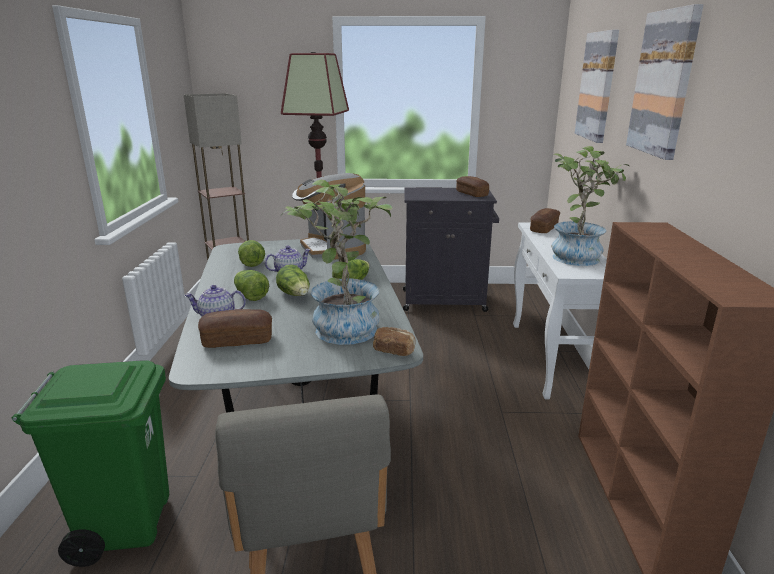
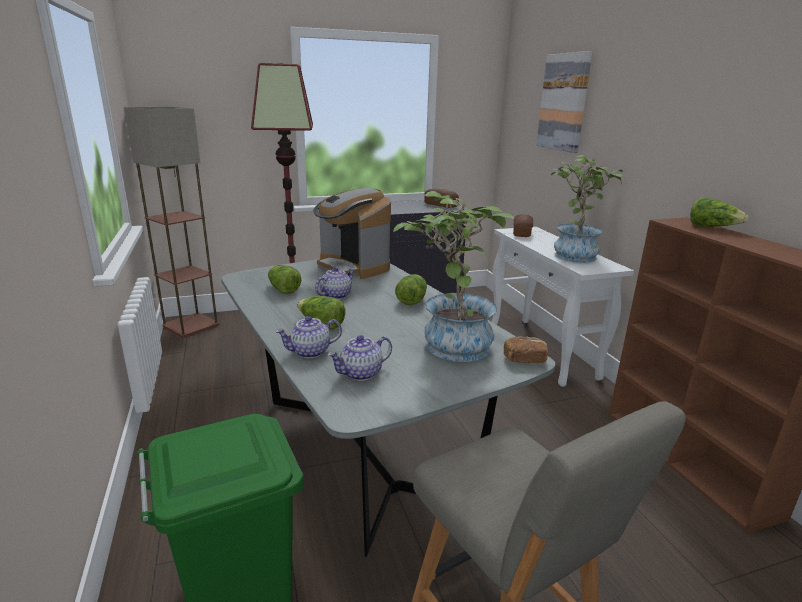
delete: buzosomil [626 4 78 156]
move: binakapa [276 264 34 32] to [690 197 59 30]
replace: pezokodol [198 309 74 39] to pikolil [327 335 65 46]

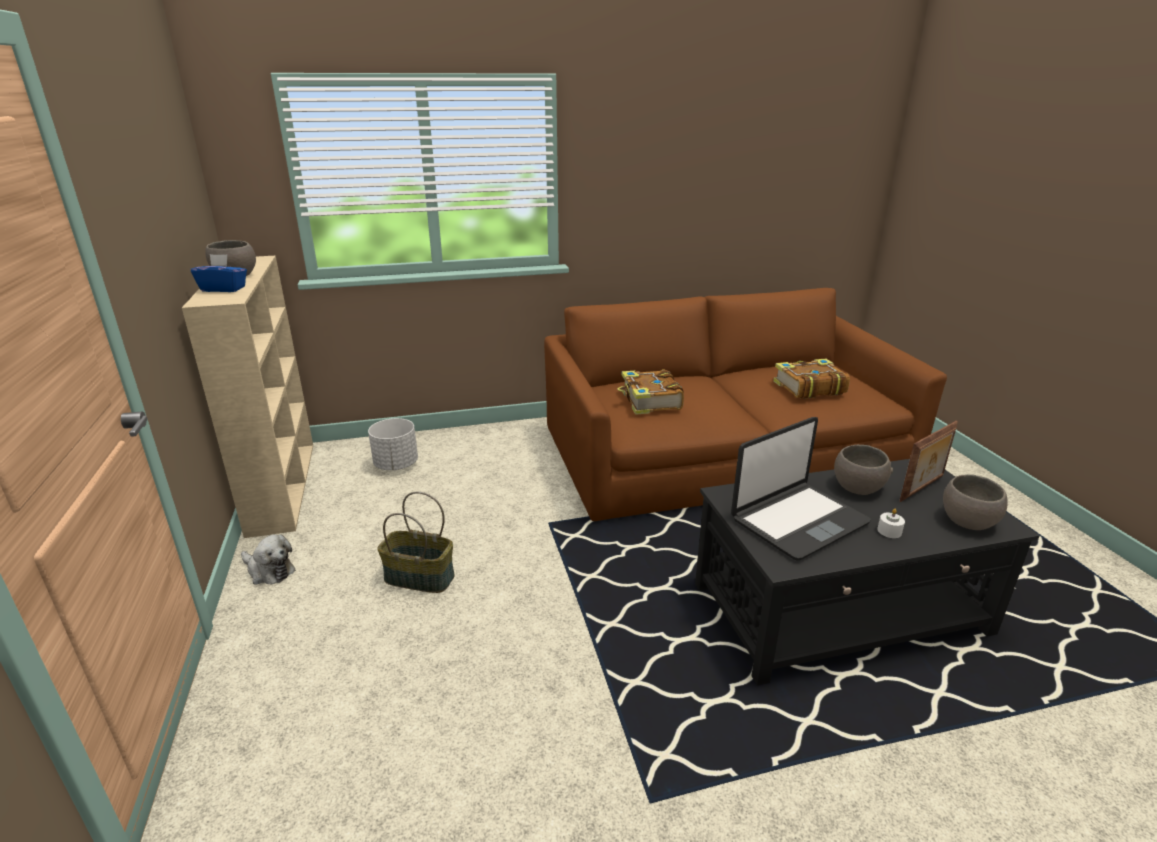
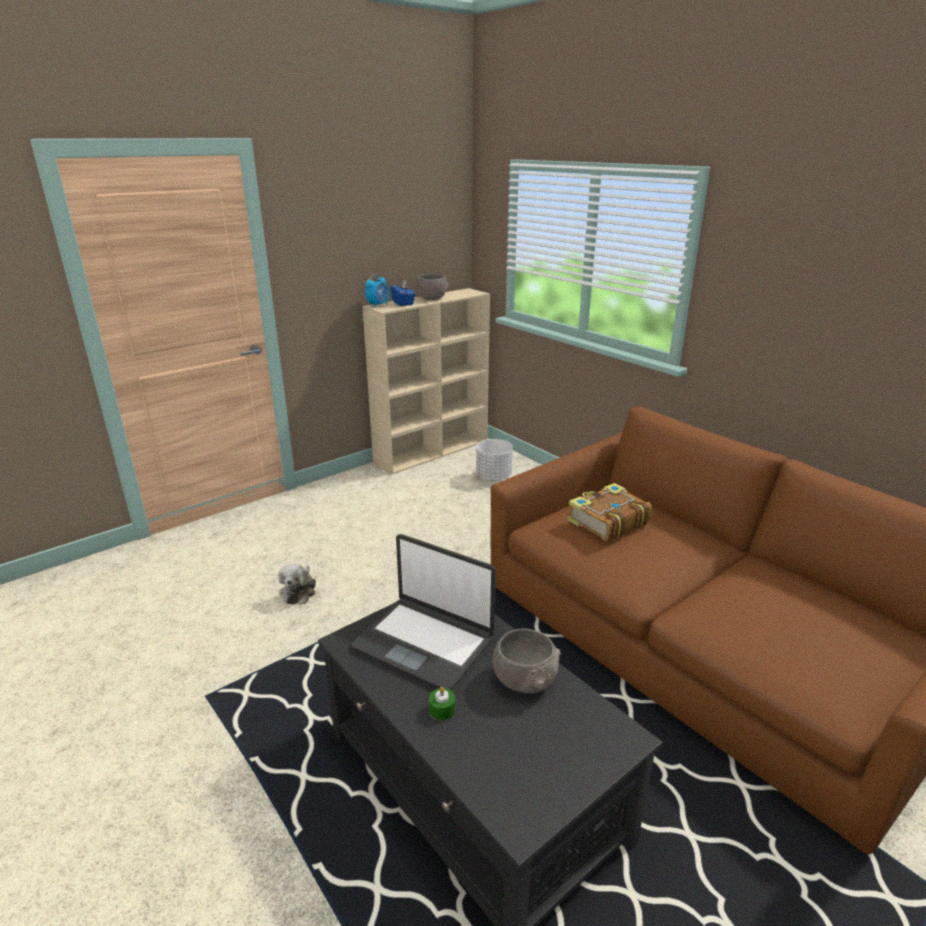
delete: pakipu [377 492 78 101]; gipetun [773 359 77 40]; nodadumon [899 421 59 81]; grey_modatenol [943 474 65 56]
insert: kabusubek [365 274 24 34]
move: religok [241 534 55 51] to [279 564 37 40]
recolor: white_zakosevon [877 509 28 29] to green_zakosevon [429 687 26 34]

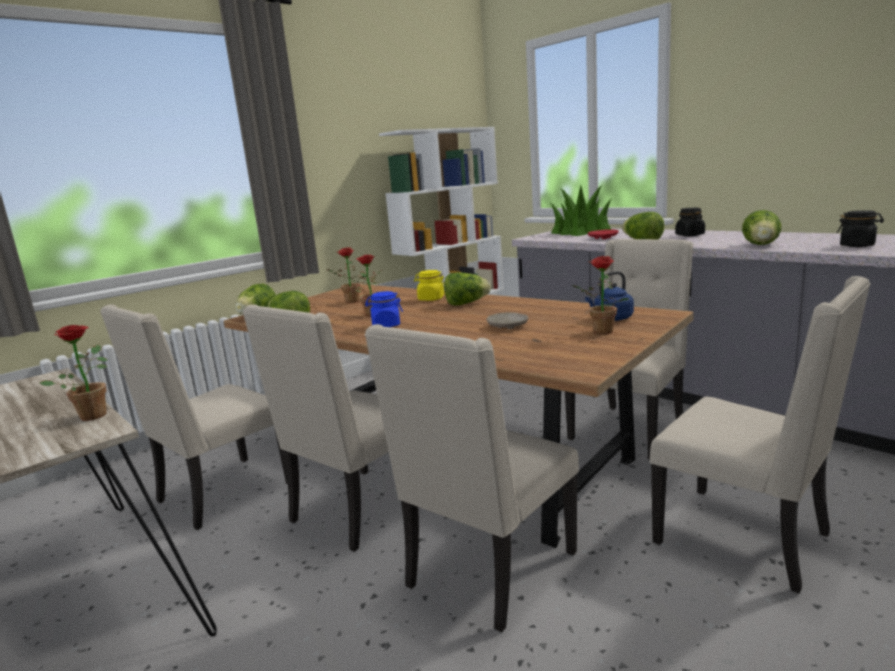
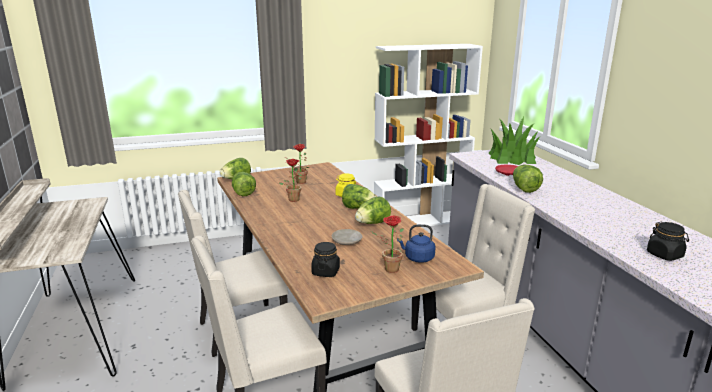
delete: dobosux [40 325 68 96]; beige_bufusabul [100 304 188 226]; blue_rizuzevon [365 291 38 36]
move: black_rizuzevon [675 208 30 28] to [311 242 29 35]; binakapa [742 210 39 35] to [355 197 36 27]

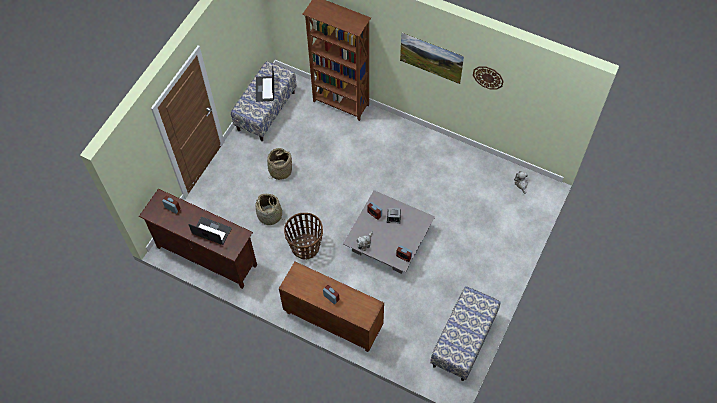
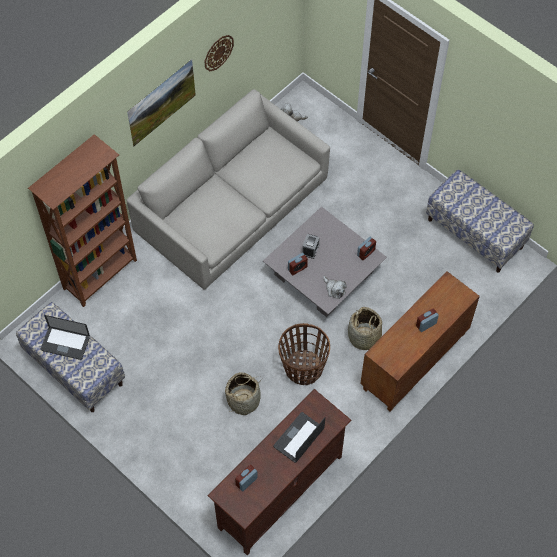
insert: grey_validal [126 89 204 201]
move: pakipu [266 148 26 32] to [348 307 34 43]

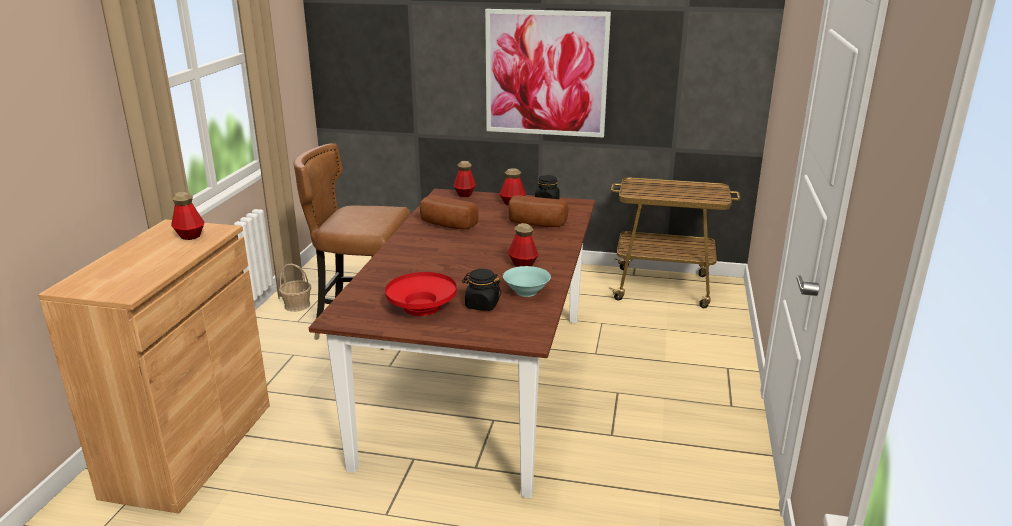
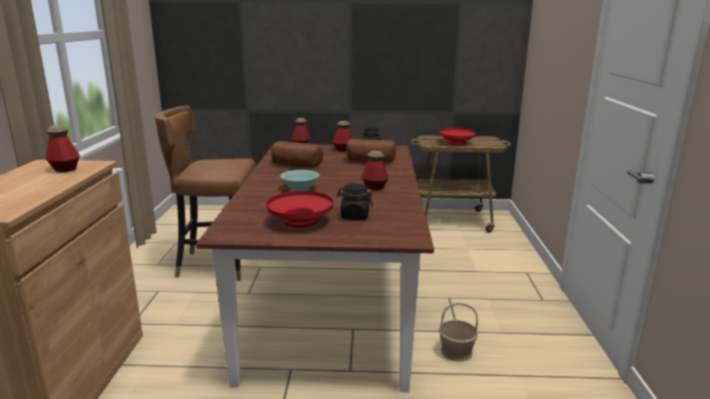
delete: buzosomil [485 9 126 129]
insert: red_modatenol [439 128 37 18]
move: pakipu [279 264 32 48] to [439 302 39 60]; turquoise_modatenol [503 266 48 31] to [280 170 39 21]

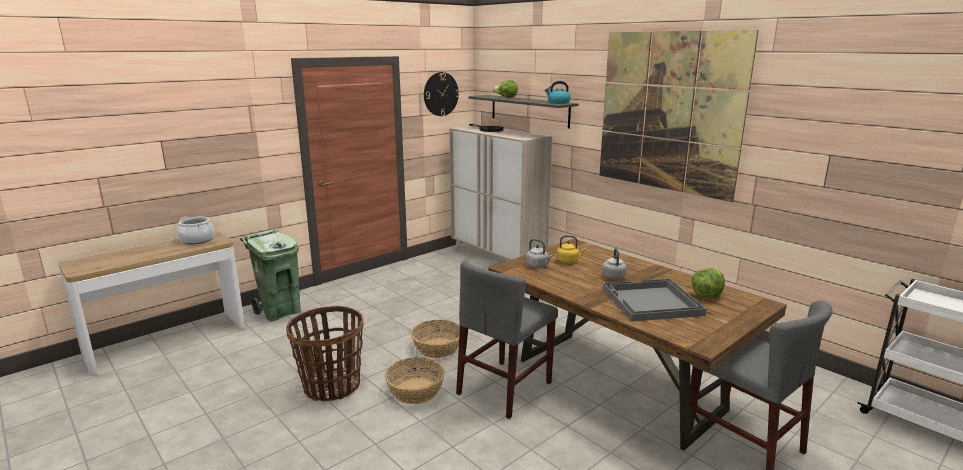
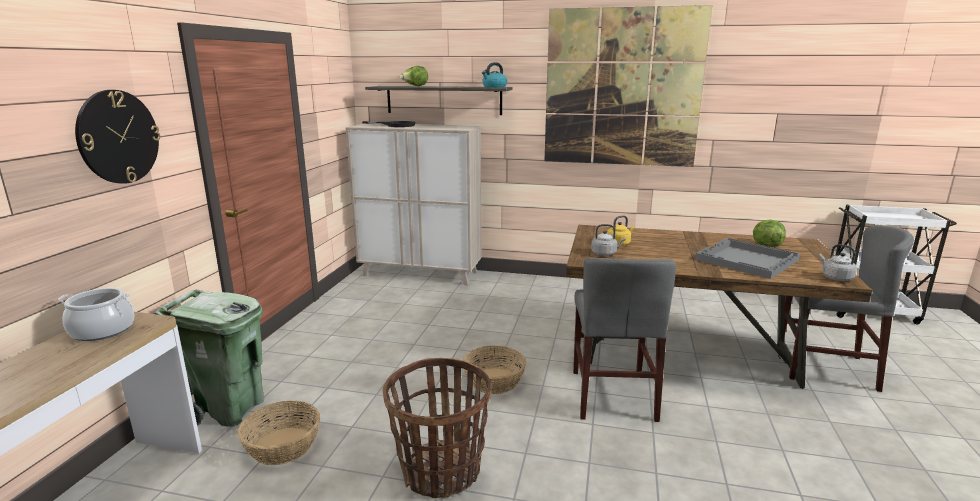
move: pakipu [385 357 60 47] to [238 400 82 65]; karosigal [424 72 35 44] to [75 90 85 94]; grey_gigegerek [602 248 25 32] to [819 244 38 37]

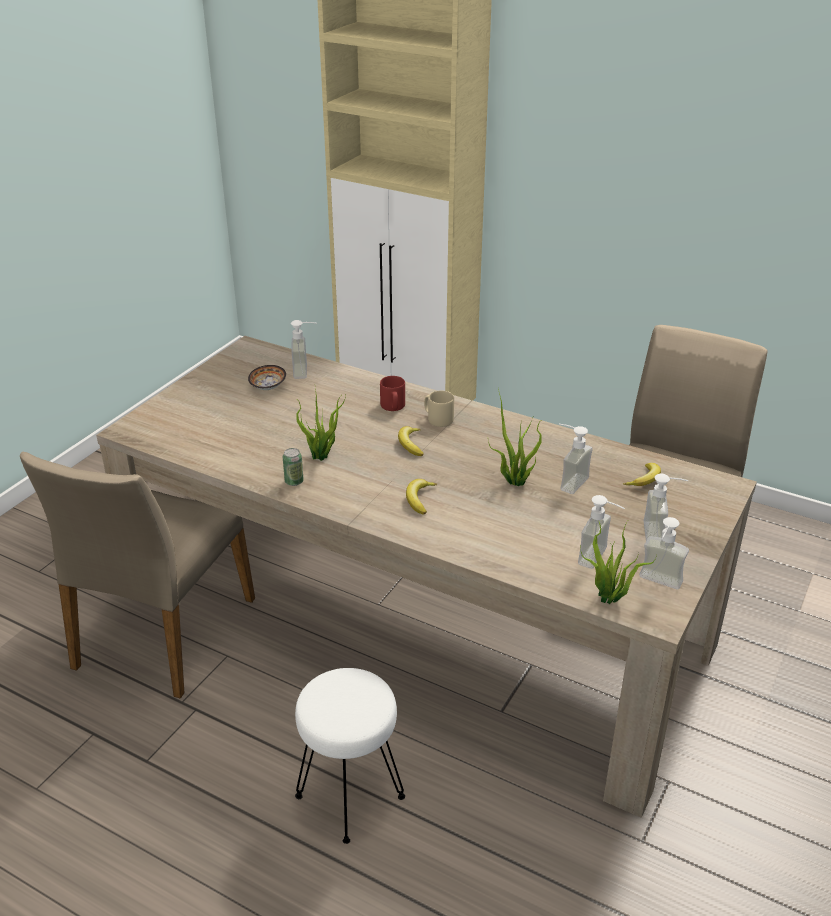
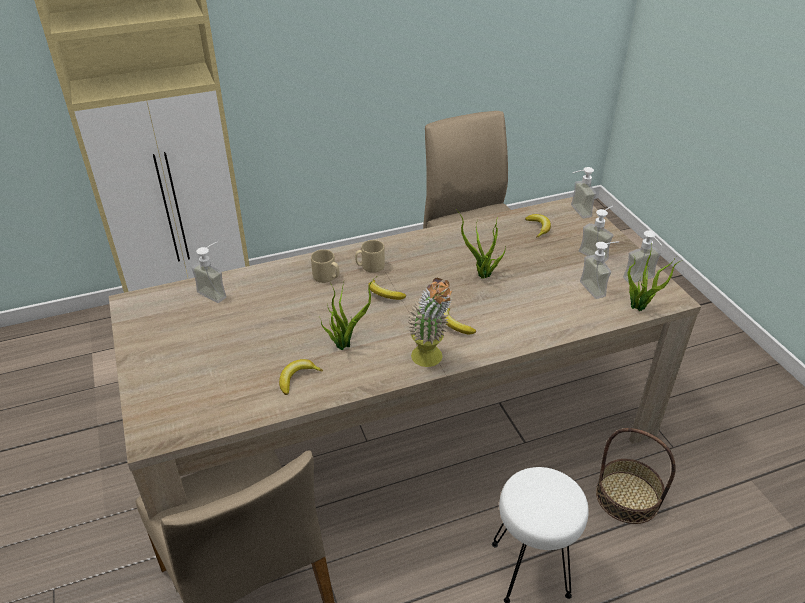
delete: modatenol [248 365 38 25]; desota [283 448 21 38]
insert: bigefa [279 359 44 36]; dobosux [407 278 46 89]; pakipu [596 428 80 96]
move: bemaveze [559 424 34 70] to [571 167 25 51]
recolor: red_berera [380 376 25 35] to beige_berera [311 249 28 34]

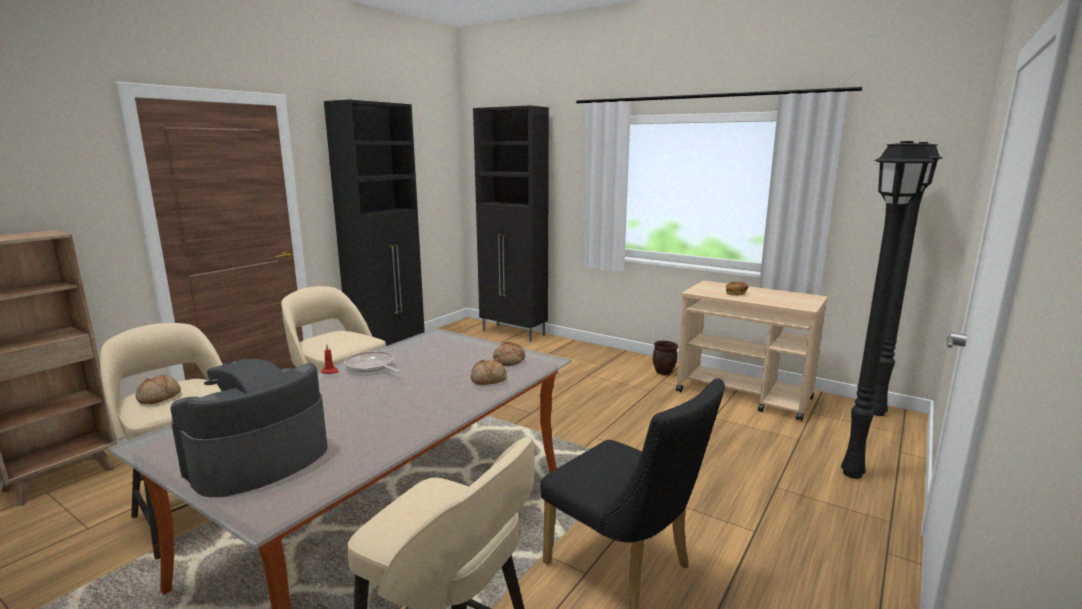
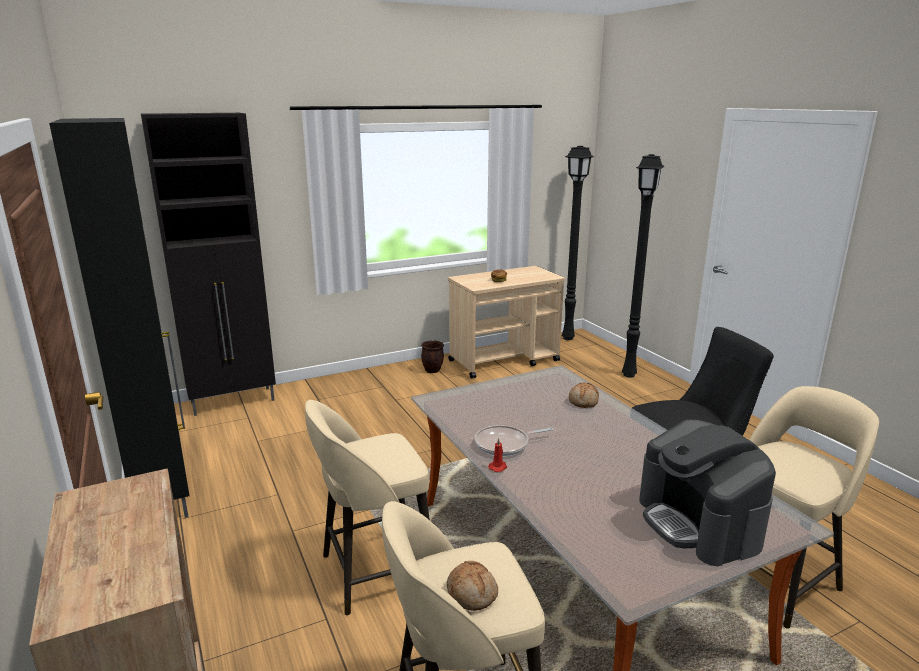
delete: pezokodol [493 342 32 24]

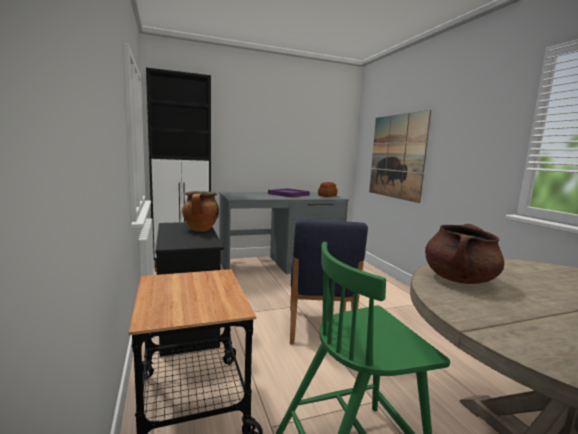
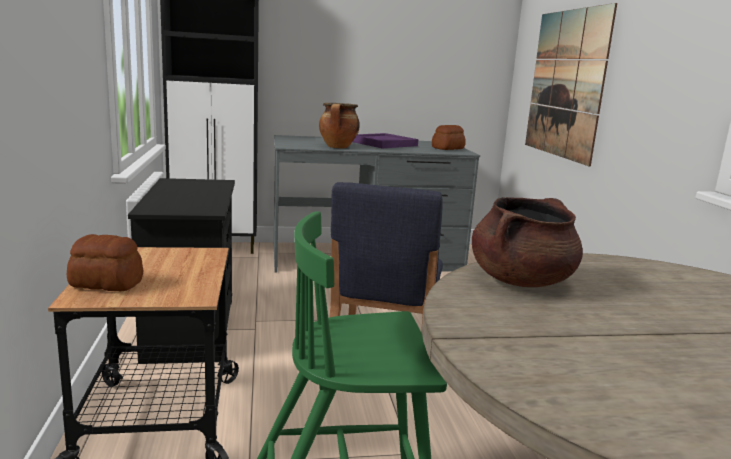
insert: pezokodol [67 234 76 57]
move: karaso [182 191 37 41] to [319 103 41 46]

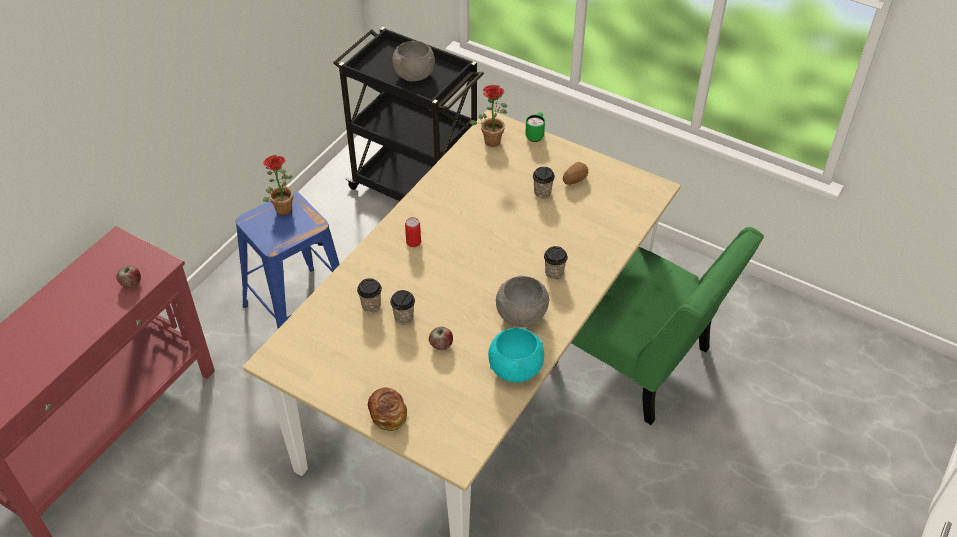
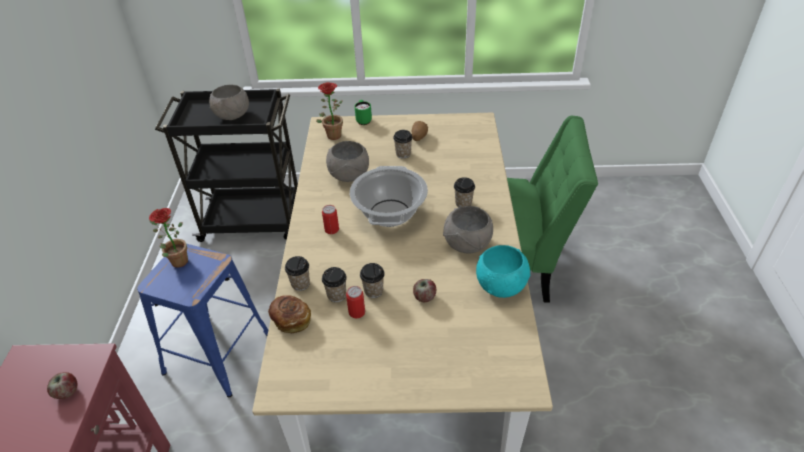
insert: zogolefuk [285 256 25 35]; grey_modatenol [326 141 43 41]; desota [346 286 19 32]; karaso [350 166 78 61]
move: pezokodol [368 387 39 44] to [268 295 43 38]

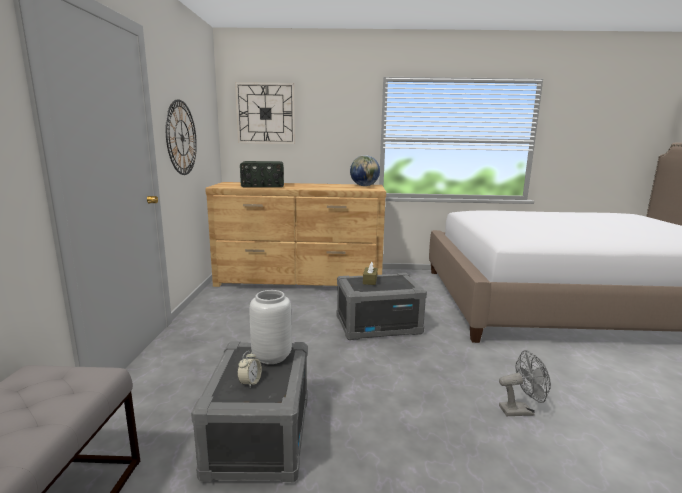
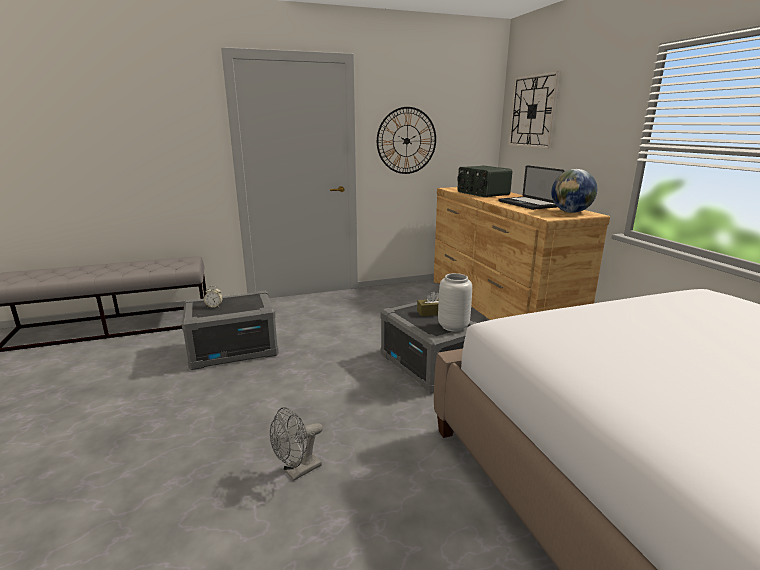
insert: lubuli [498 165 67 45]
move: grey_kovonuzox [250 290 42 74] to [438 273 34 59]
rotate: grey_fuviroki [499 350 52 66] = [270 407 53 74] 75 degrees clockwise

